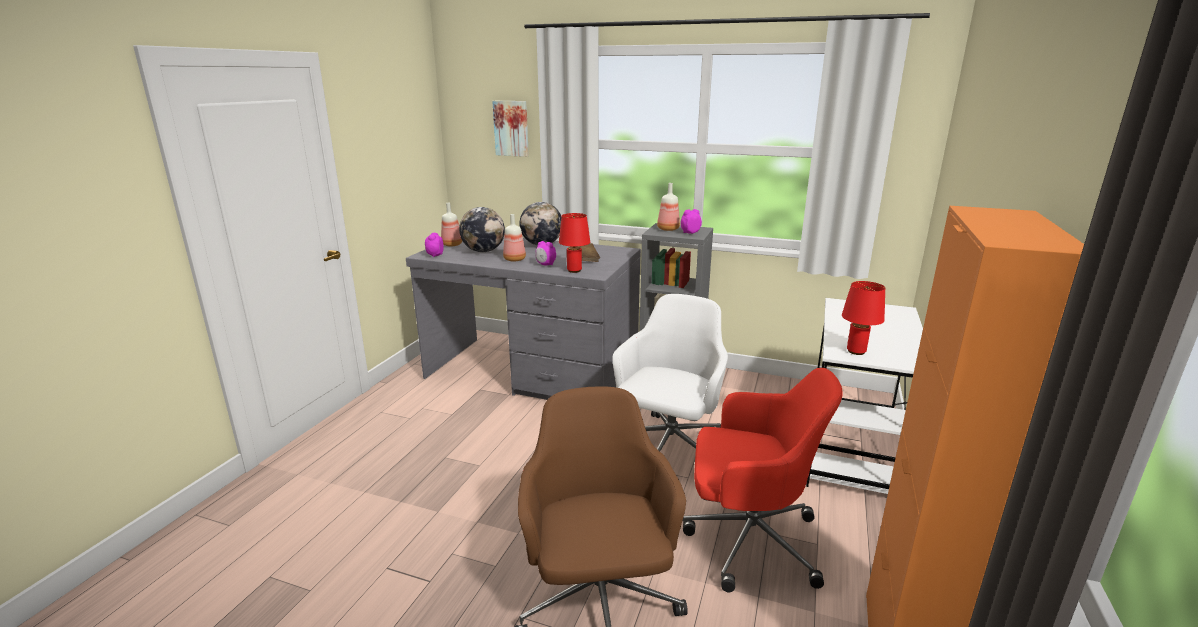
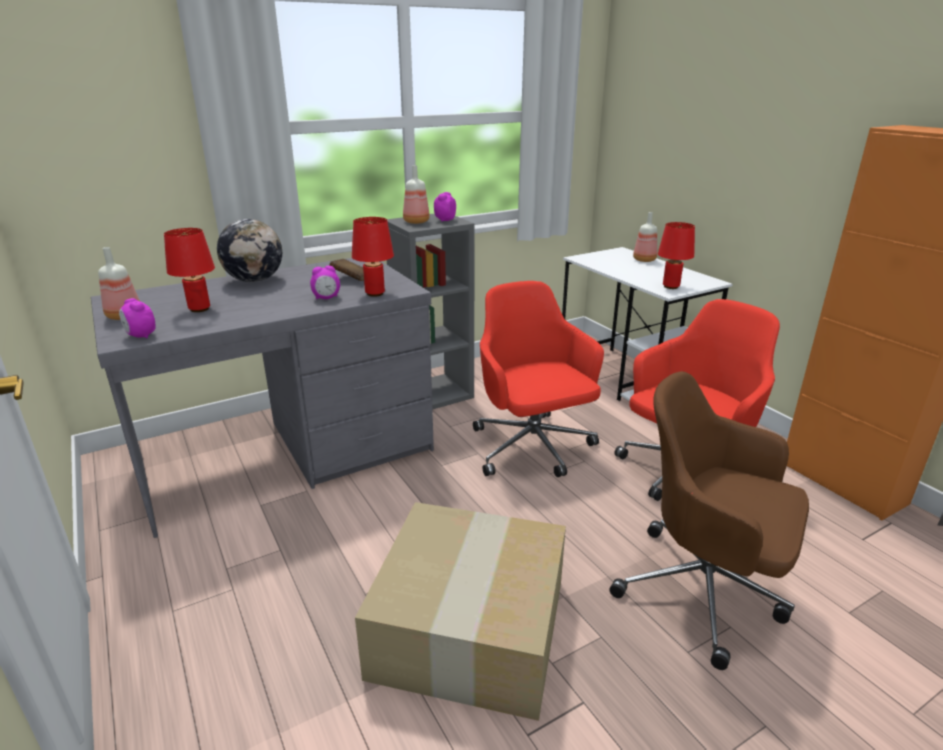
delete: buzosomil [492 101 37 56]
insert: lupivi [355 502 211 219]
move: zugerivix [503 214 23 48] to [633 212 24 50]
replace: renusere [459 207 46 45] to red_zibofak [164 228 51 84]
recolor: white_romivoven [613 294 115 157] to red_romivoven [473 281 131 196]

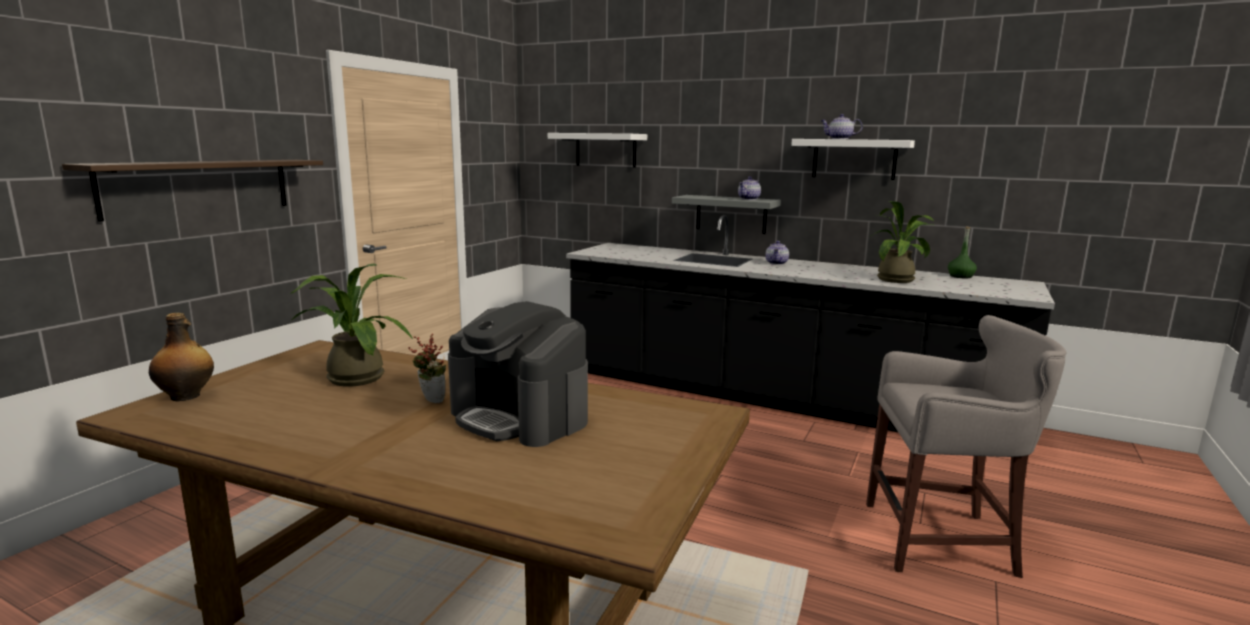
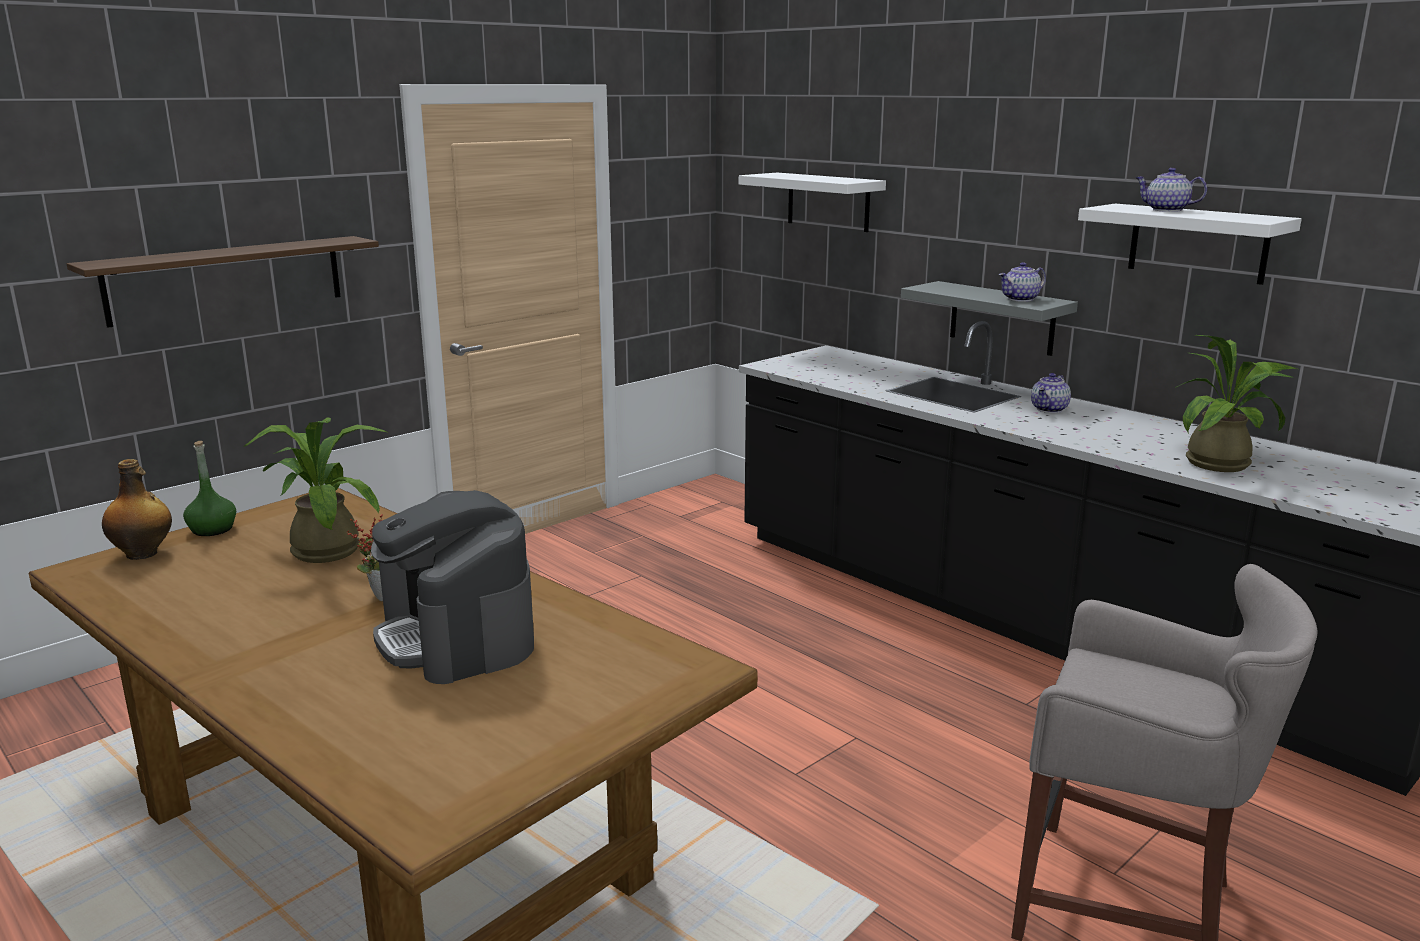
move: green_zugerivix [948 227 29 51] to [183 441 53 95]

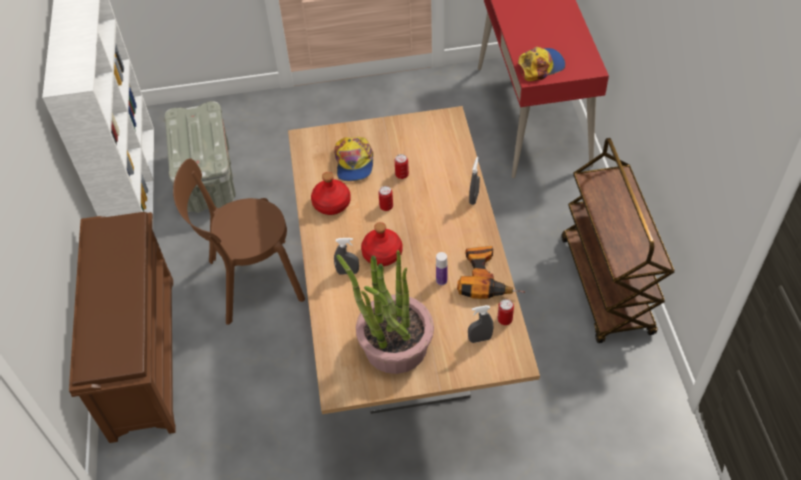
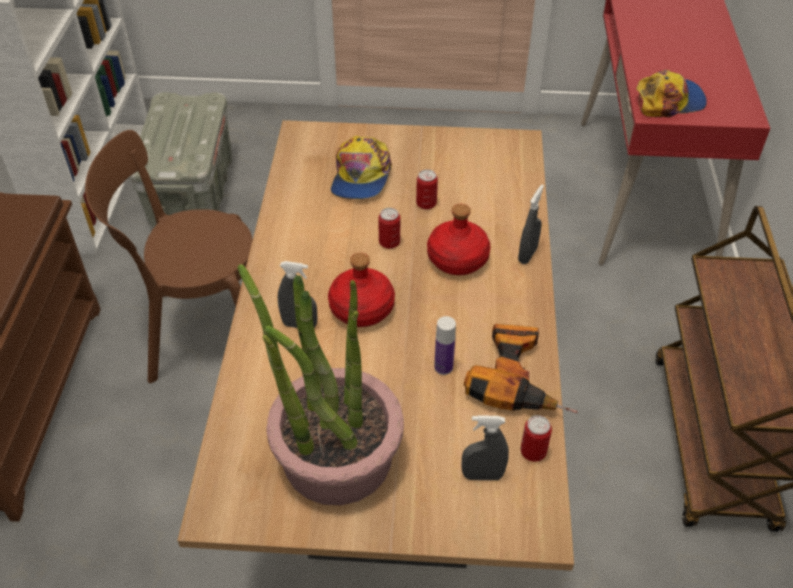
move: red_zugerivix [311 172 40 43] to [427 204 64 71]

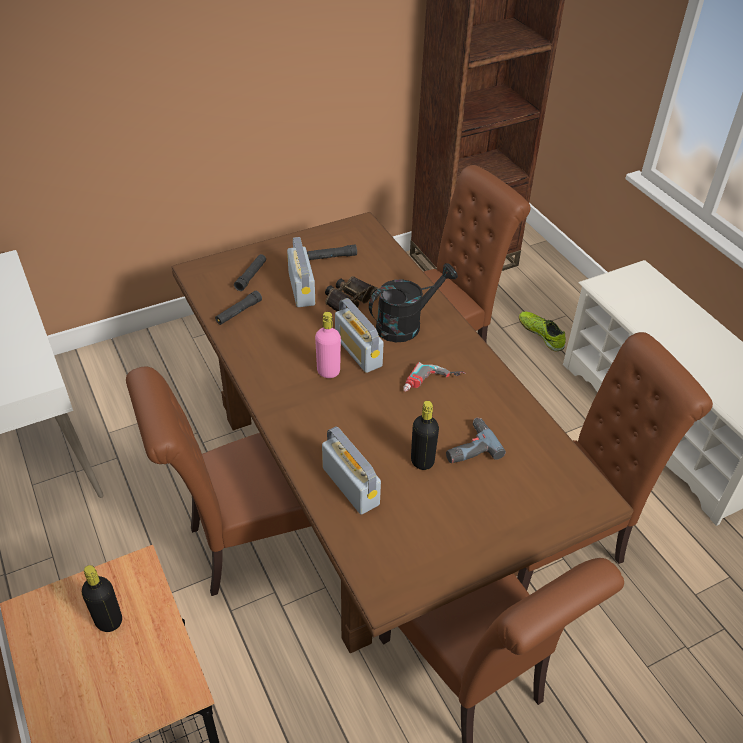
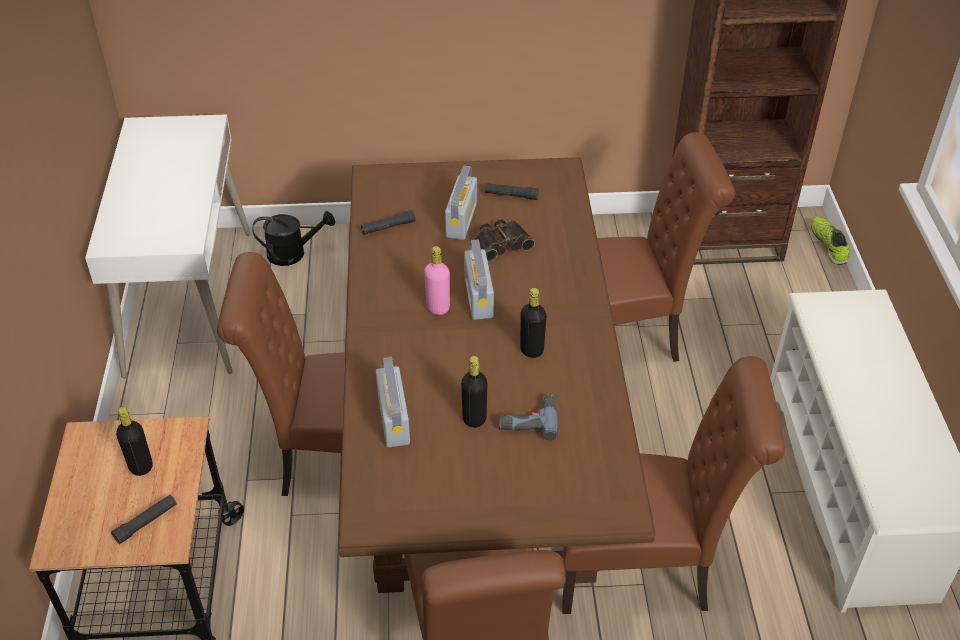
move: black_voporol [234 254 32 37] to [111 495 66 49]; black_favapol [369 263 89 79] to [252 211 83 55]; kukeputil [519 312 47 39] to [811 217 38 48]
replace: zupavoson [403 362 63 30] to black_zugerivix [520 288 27 70]

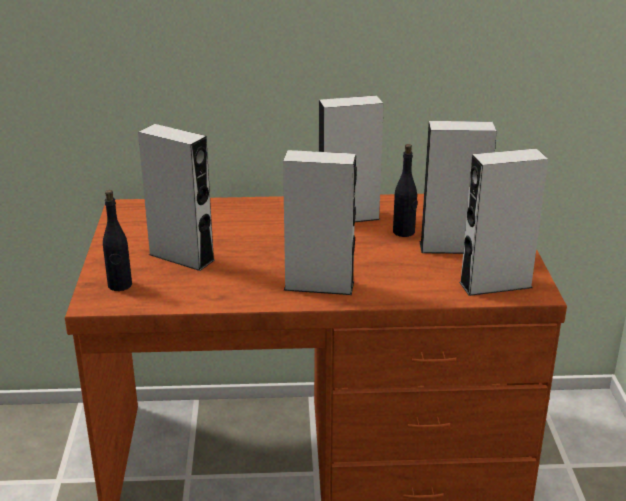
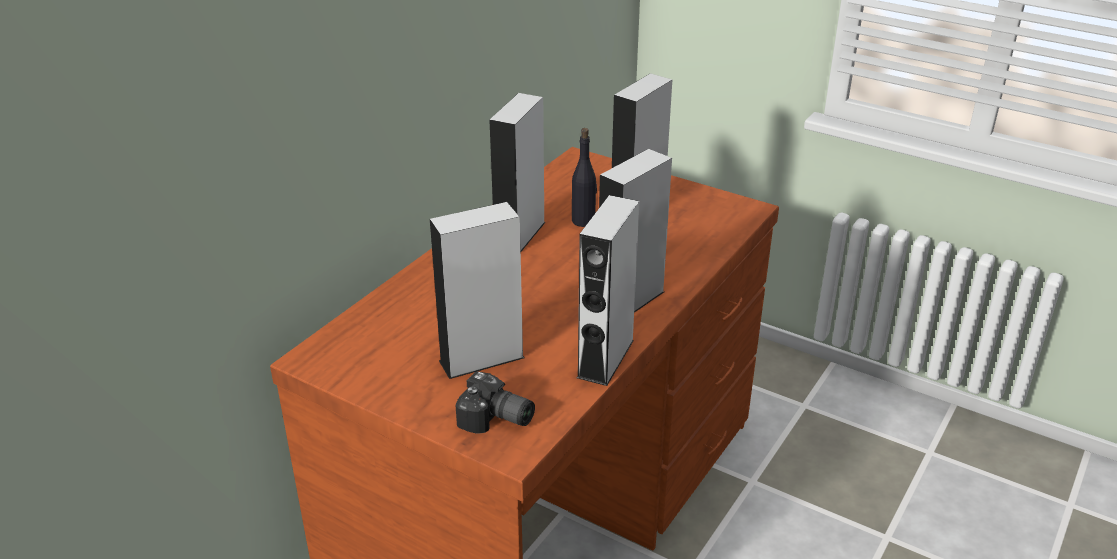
move: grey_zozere [459 148 89 148] to [577 195 63 191]
replace: black_zugerivix [103 190 29 101] to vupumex [456 371 79 63]

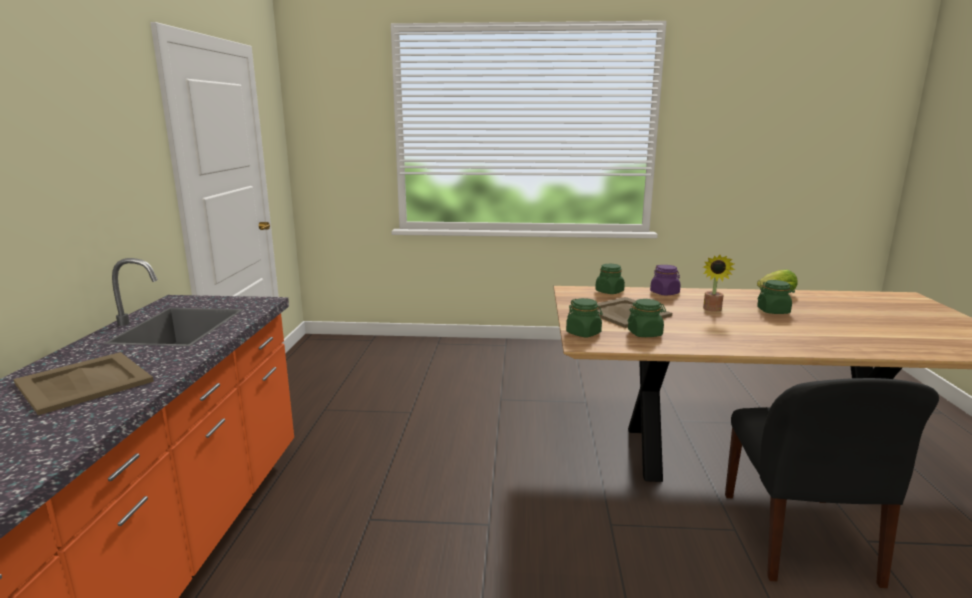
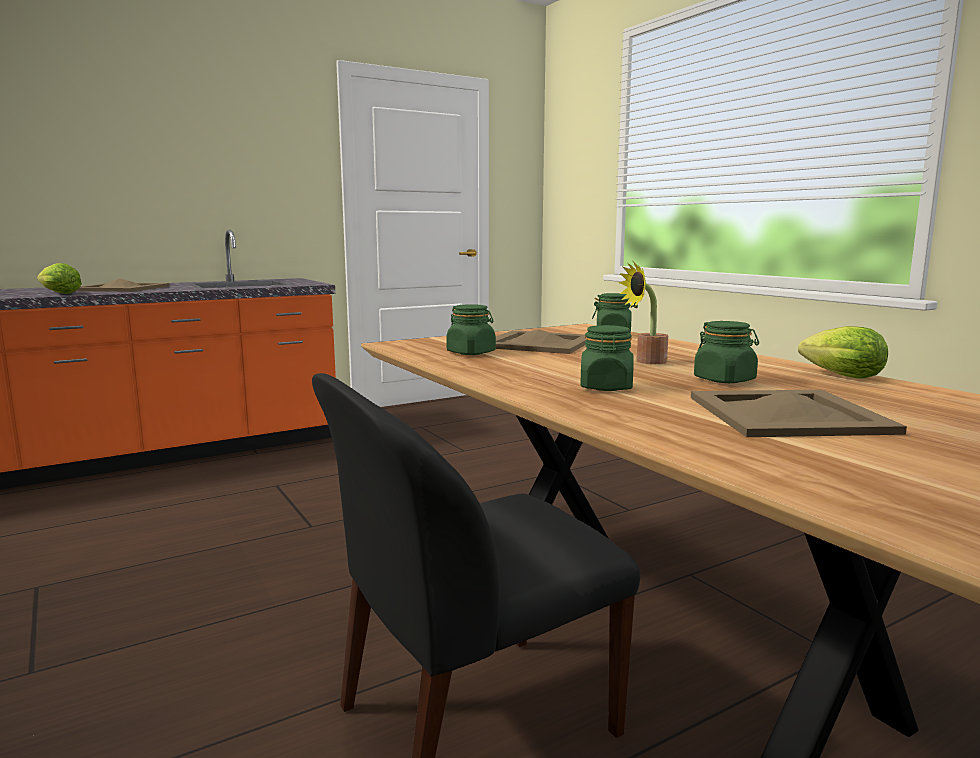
delete: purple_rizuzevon [650 265 31 31]
insert: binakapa [37 263 45 31]; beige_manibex [691 390 216 47]
move: green_rizuzevon [566 298 37 39] to [580 325 54 66]

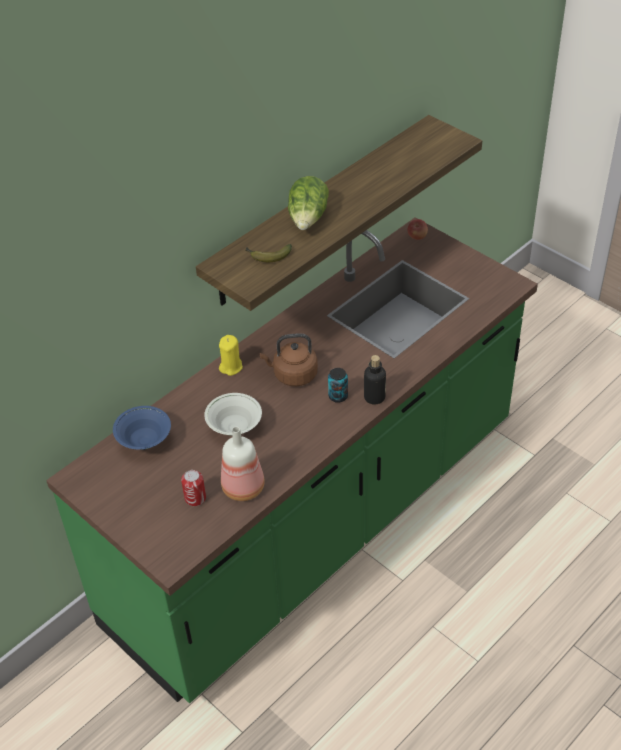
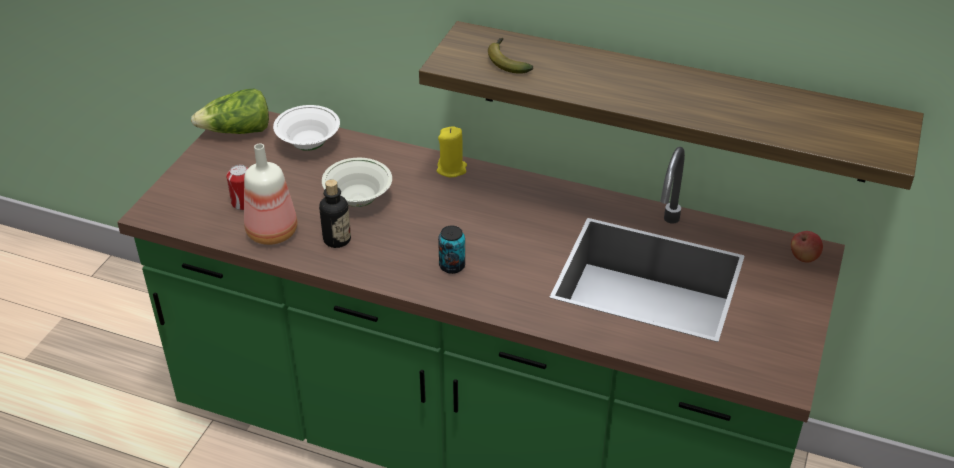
delete: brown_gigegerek [260 333 58 53]
move: binakapa [288 176 41 54] to [191 89 78 45]; zugerivix [364 355 22 50] to [319 179 32 69]
recolor: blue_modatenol [113 406 58 44] to white_modatenol [273 105 67 46]

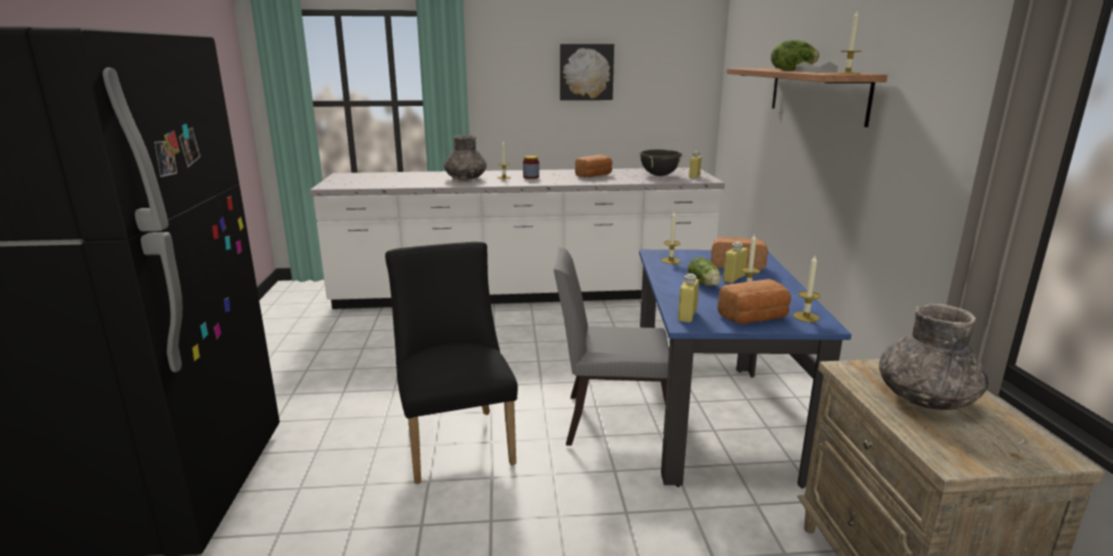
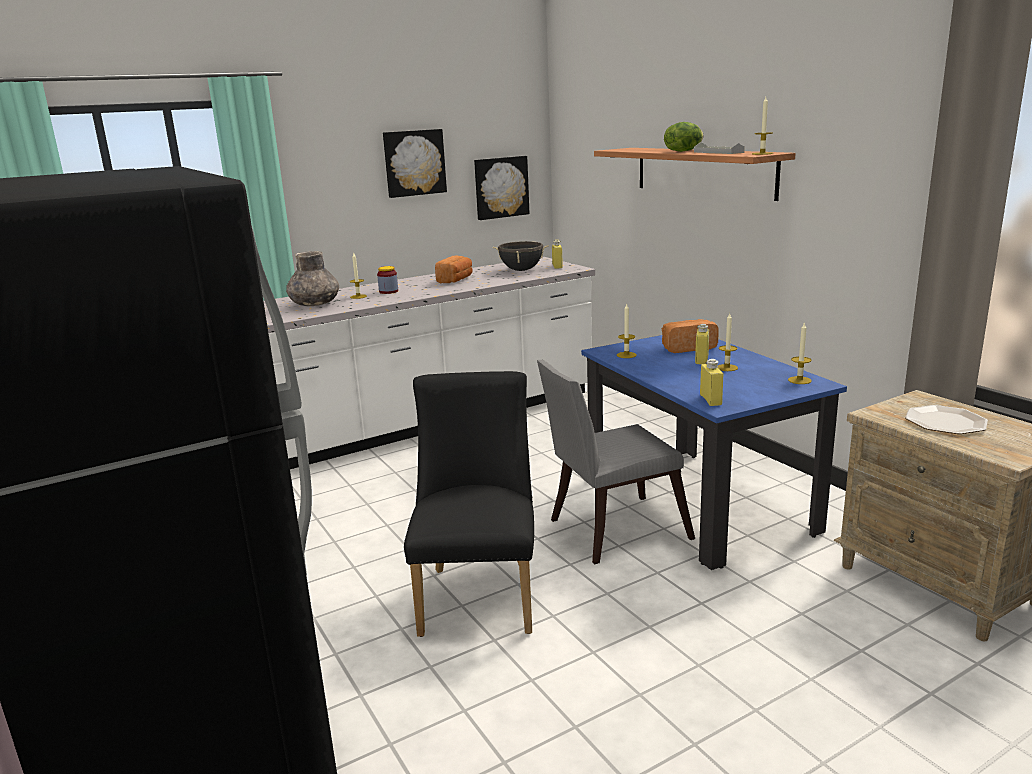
delete: binakapa [688 257 33 29]; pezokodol [717 279 74 45]
insert: buzosomil [474 156 56 64]
replace: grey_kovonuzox [879 303 109 107] to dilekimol [905 405 83 29]
rotate: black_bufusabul [385 242 133 242] = [404 371 130 266] 45 degrees clockwise

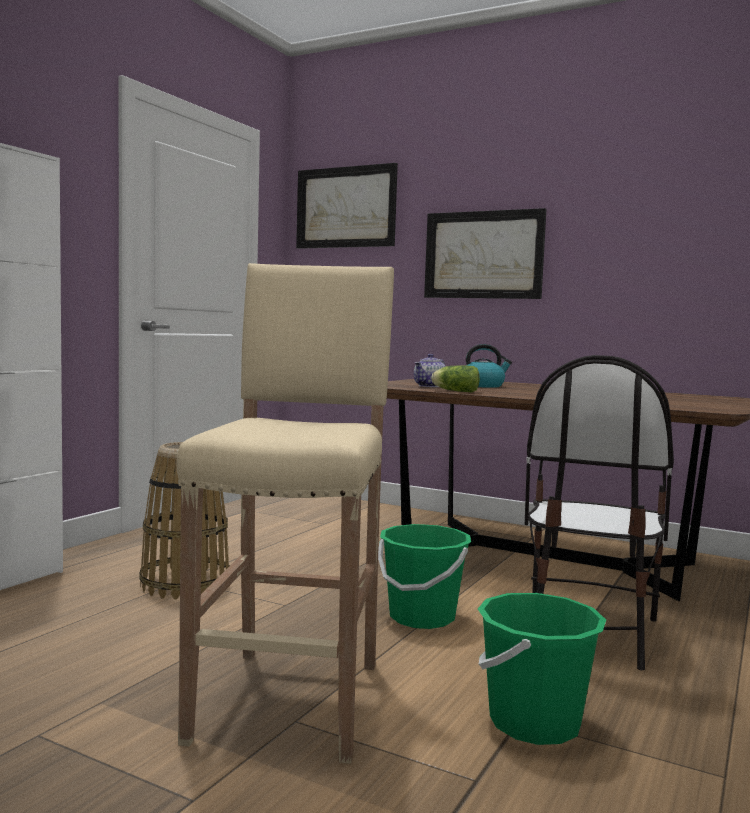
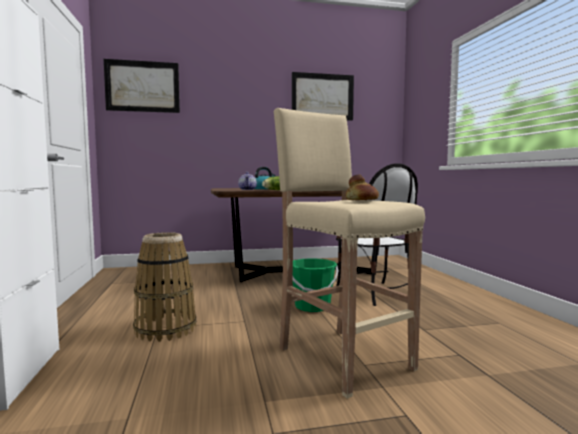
delete: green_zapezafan [478 593 128 152]
insert: pezokodol [346 175 33 25]
move: buzosomil [424 208 122 91] to [292 72 62 49]

